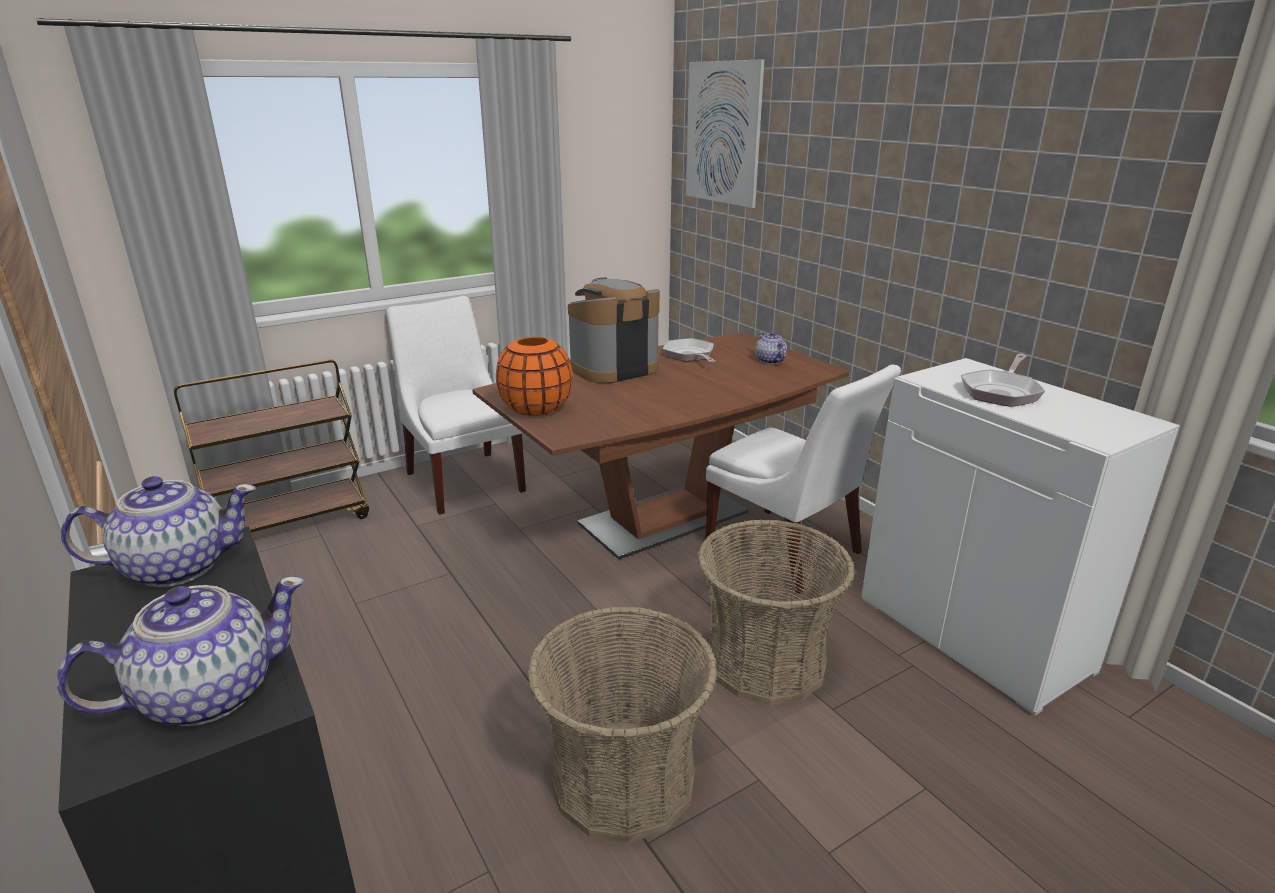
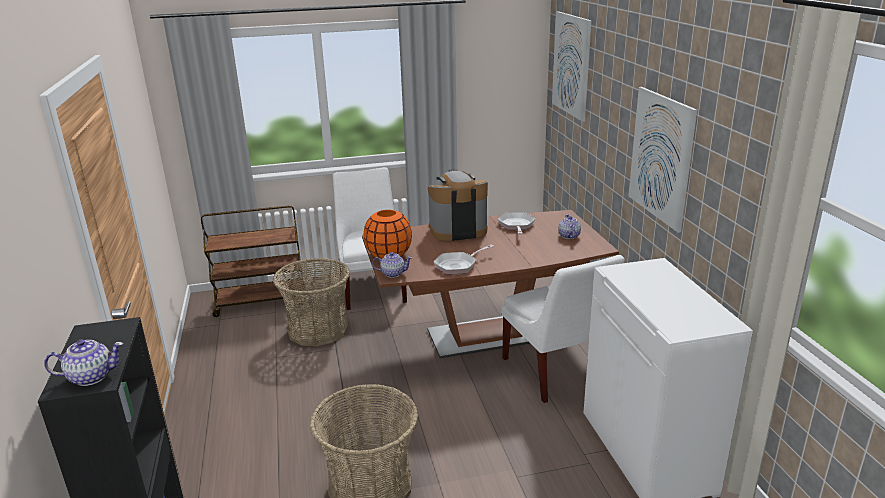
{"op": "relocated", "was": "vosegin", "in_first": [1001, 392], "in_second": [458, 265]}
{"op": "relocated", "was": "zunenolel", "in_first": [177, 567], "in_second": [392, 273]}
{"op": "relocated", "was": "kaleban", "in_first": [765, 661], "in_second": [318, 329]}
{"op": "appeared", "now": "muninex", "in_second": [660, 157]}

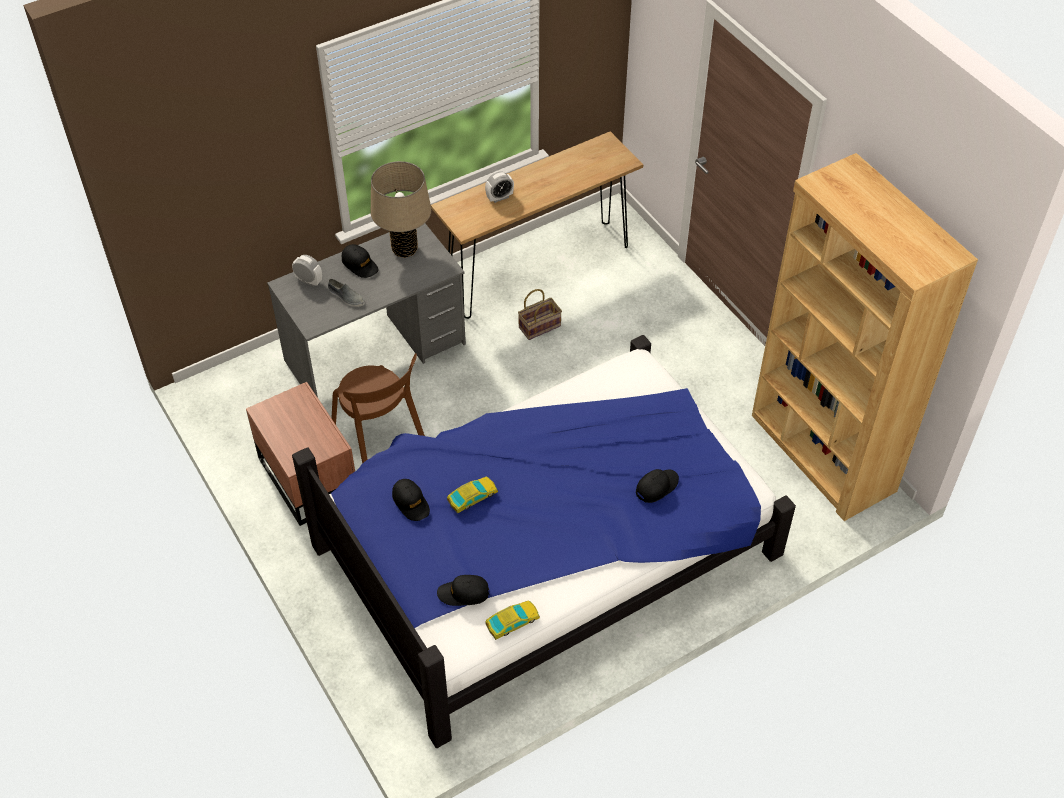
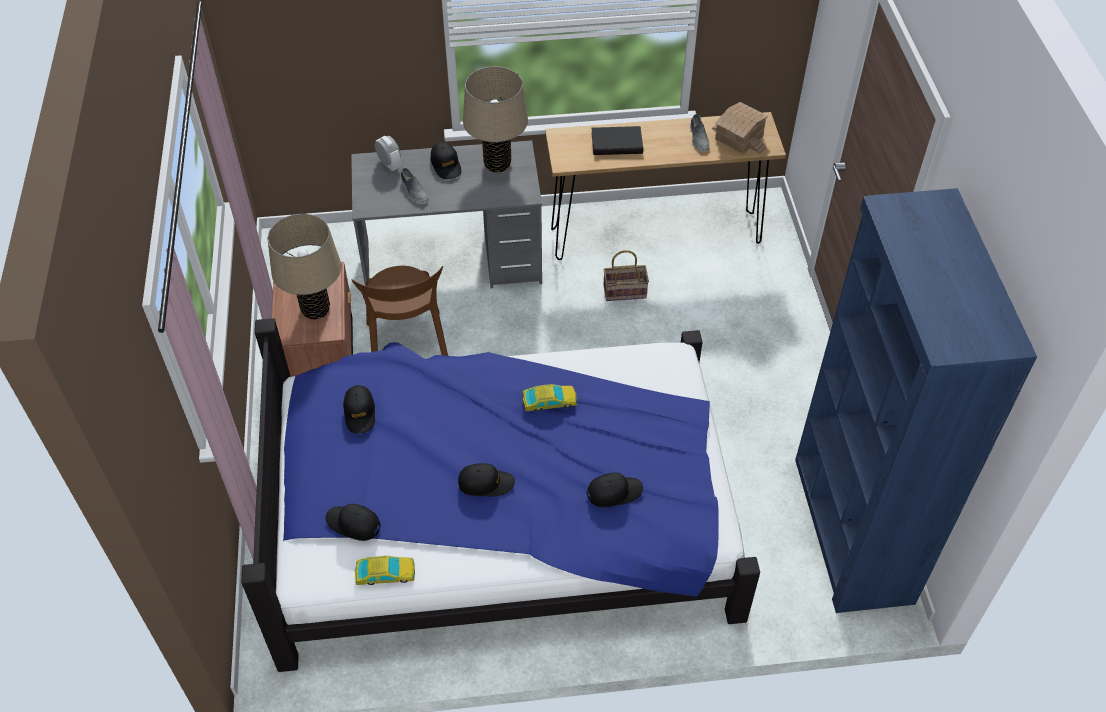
{"op": "colour", "was": "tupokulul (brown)", "now": "tupokulul (blue)", "in_first": [822, 454], "in_second": [851, 530]}
{"op": "exchanged", "was": "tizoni", "now": "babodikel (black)", "in_first": [499, 197], "in_second": [617, 142]}
{"op": "relocated", "was": "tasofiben", "in_first": [472, 497], "in_second": [549, 401]}
{"op": "appeared", "now": "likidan", "in_second": [738, 138]}
{"op": "appeared", "now": "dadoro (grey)", "in_second": [698, 138]}
{"op": "appeared", "now": "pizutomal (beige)", "in_second": [315, 309]}
{"op": "appeared", "now": "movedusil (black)", "in_second": [486, 483]}

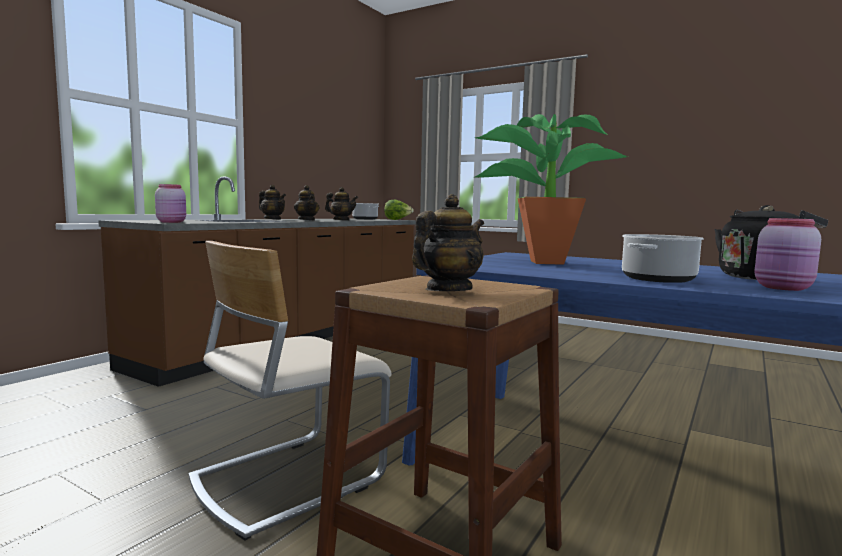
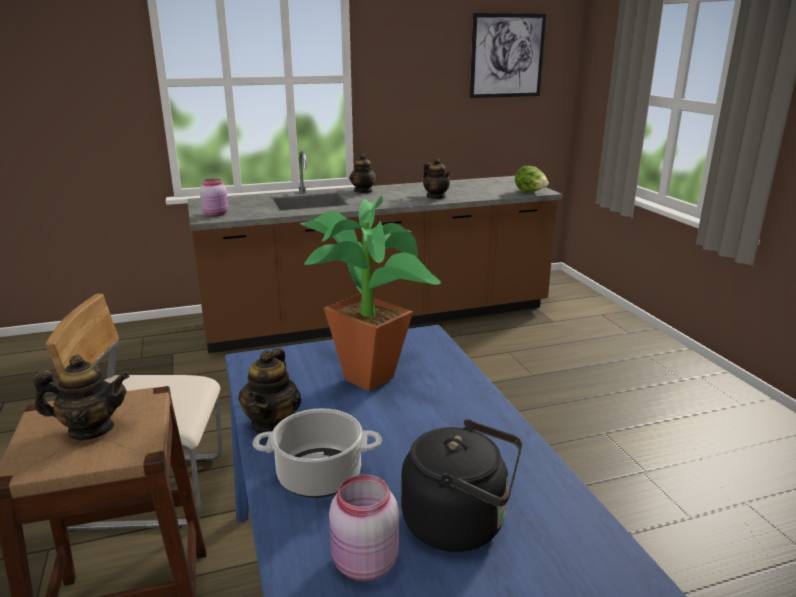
{"op": "relocated", "was": "zunenolel", "in_first": [307, 220], "in_second": [273, 424]}
{"op": "missing", "was": "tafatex", "in_first": [365, 219]}
{"op": "appeared", "now": "muninex", "in_second": [507, 56]}

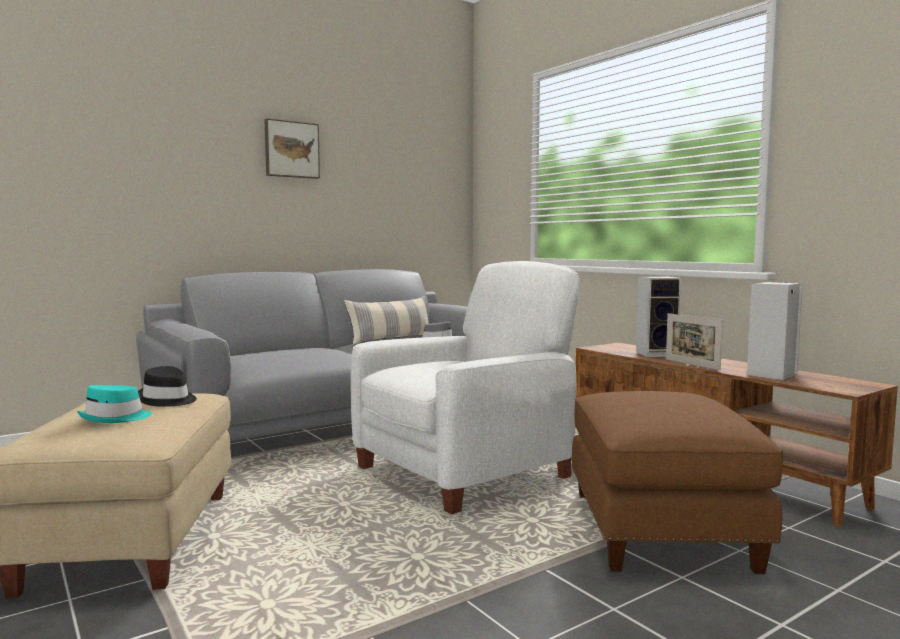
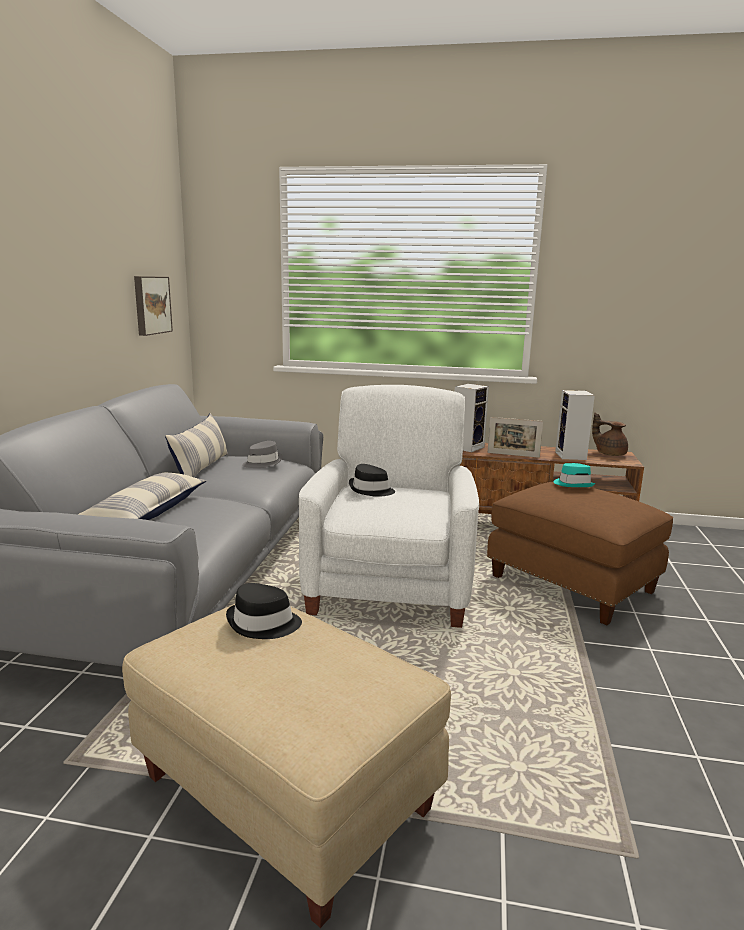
{"op": "relocated", "was": "muninex", "in_first": [291, 149], "in_second": [151, 305]}
{"op": "relocated", "was": "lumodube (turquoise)", "in_first": [116, 418], "in_second": [573, 484]}
{"op": "appeared", "now": "zunenolel (brown)", "in_second": [609, 453]}
{"op": "appeared", "now": "lumodube (black)", "in_second": [371, 490]}
{"op": "appeared", "now": "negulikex", "in_second": [147, 512]}

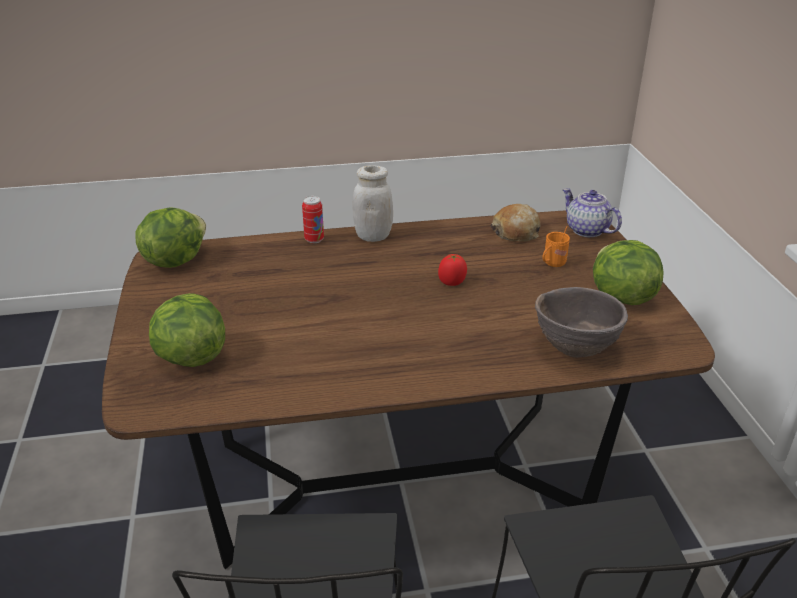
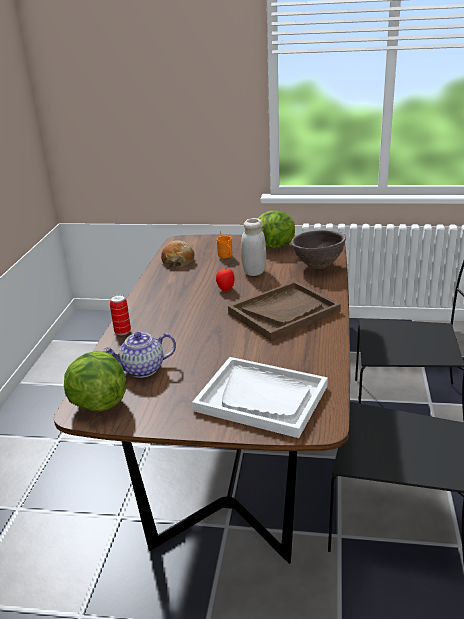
{"op": "relocated", "was": "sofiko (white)", "in_first": [373, 236], "in_second": [254, 272]}
{"op": "relocated", "was": "zunenolel", "in_first": [586, 230], "in_second": [142, 369]}
{"op": "exchanged", "was": "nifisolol", "now": "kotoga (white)", "in_first": [190, 357], "in_second": [262, 398]}
{"op": "appeared", "now": "kotoga (brown)", "in_second": [284, 312]}

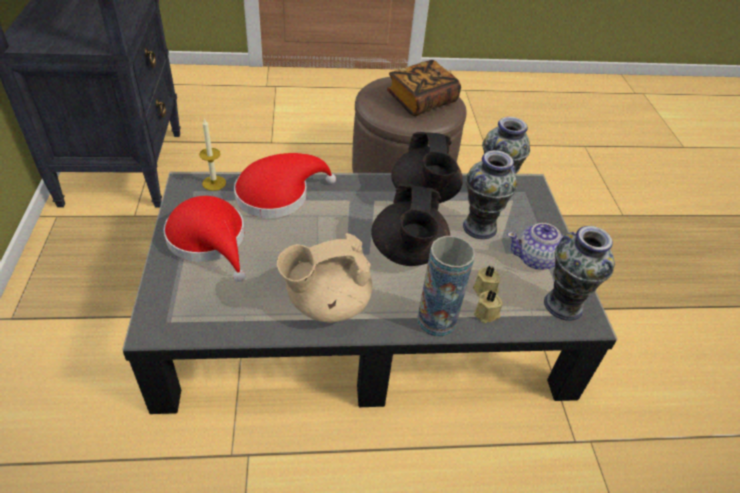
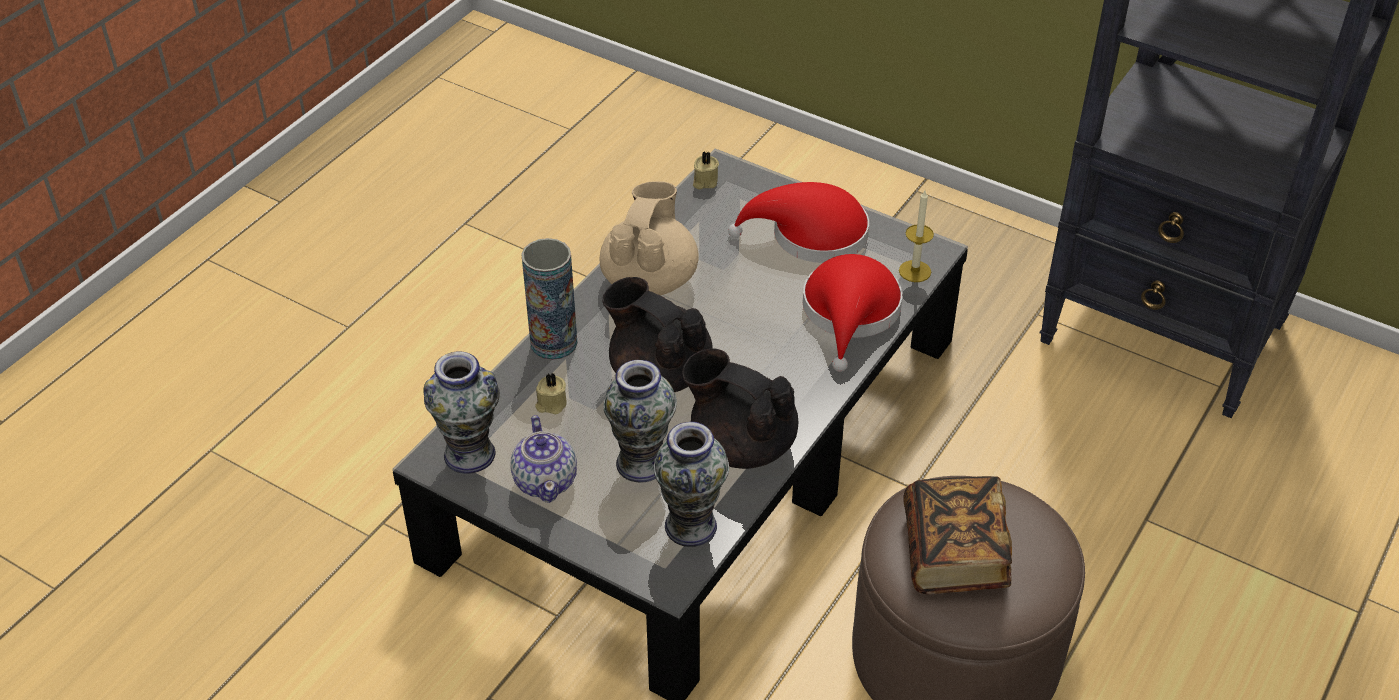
{"op": "spun", "was": "zunenolel", "in_first": [536, 259], "in_second": [546, 480], "clockwise": 135}
{"op": "relocated", "was": "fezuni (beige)", "in_first": [487, 314], "in_second": [704, 182]}

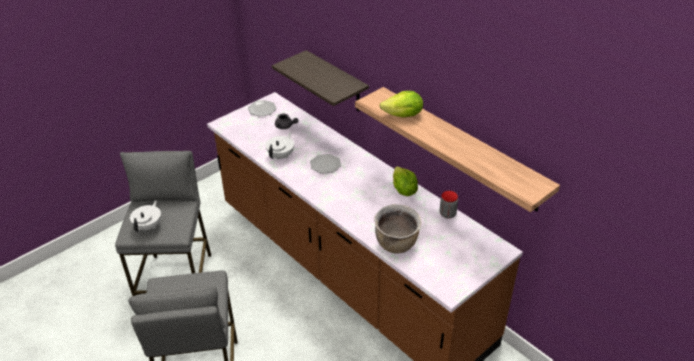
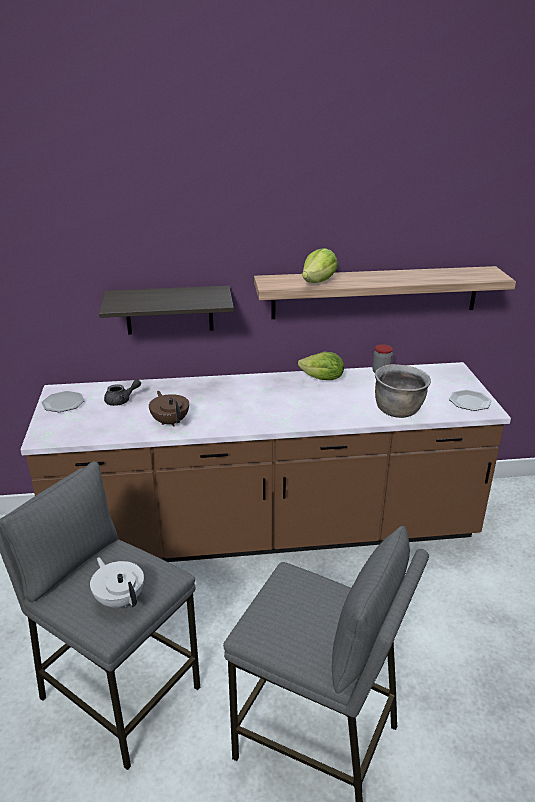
{"op": "colour", "was": "zunenolel (white)", "now": "zunenolel (brown)", "in_first": [281, 156], "in_second": [170, 421]}
{"op": "relocated", "was": "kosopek", "in_first": [325, 165], "in_second": [470, 402]}

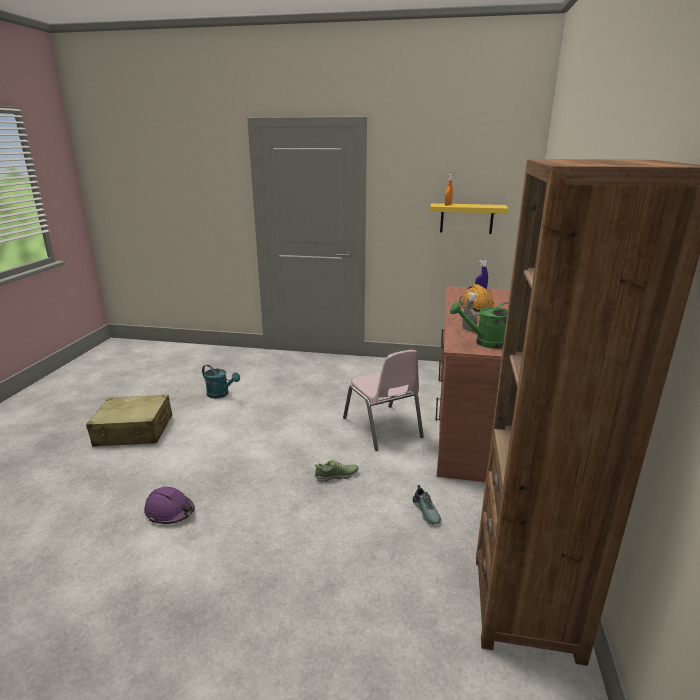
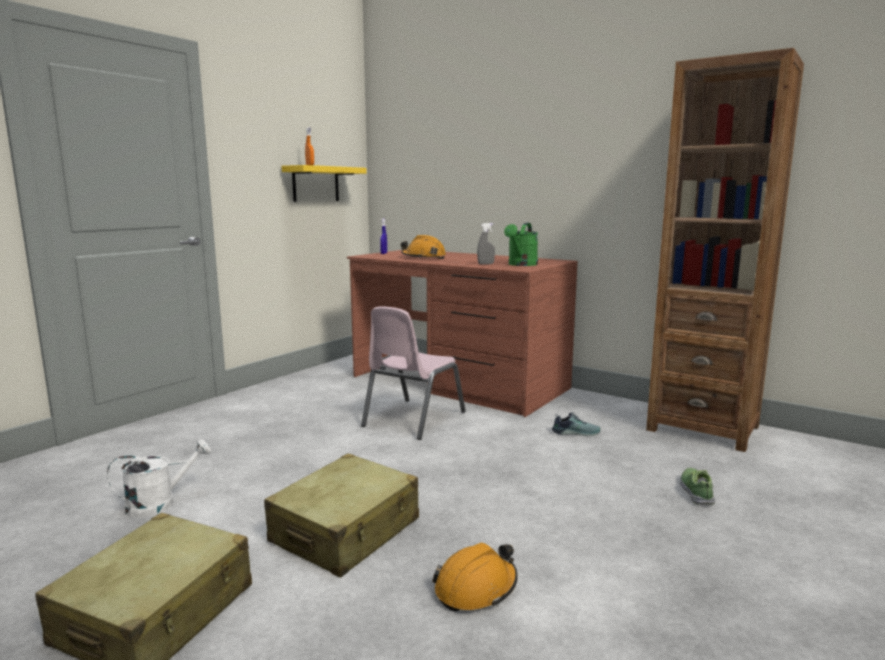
{"op": "spun", "was": "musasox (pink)", "in_first": [382, 427], "in_second": [413, 419], "clockwise": 120}
{"op": "colour", "was": "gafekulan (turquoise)", "now": "gafekulan (white)", "in_first": [221, 394], "in_second": [160, 503]}
{"op": "relocated", "was": "dadoro", "in_first": [336, 476], "in_second": [696, 492]}
{"op": "colour", "was": "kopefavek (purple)", "now": "kopefavek (orange)", "in_first": [170, 512], "in_second": [476, 588]}
{"op": "appeared", "now": "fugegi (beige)", "in_second": [346, 531]}

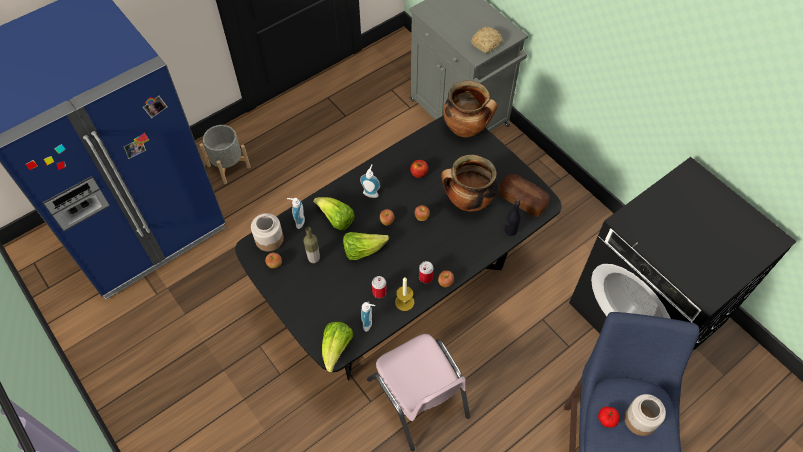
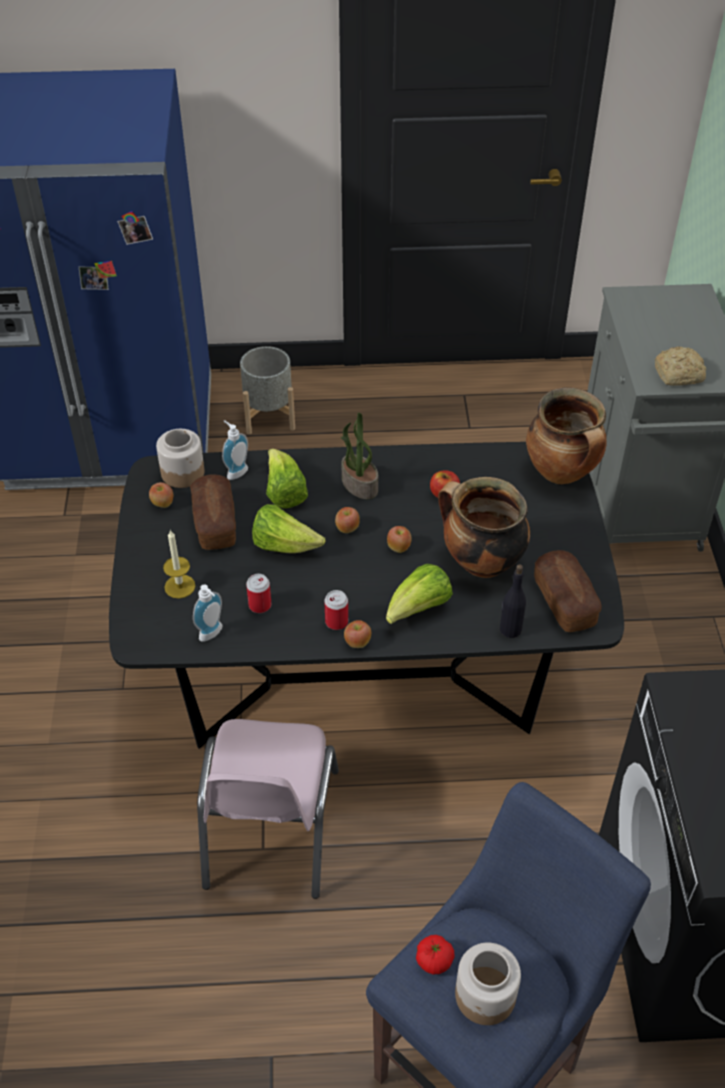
{"op": "exchanged", "was": "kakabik", "now": "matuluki", "in_first": [371, 192], "in_second": [358, 485]}
{"op": "exchanged", "was": "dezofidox", "now": "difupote", "in_first": [314, 259], "in_second": [215, 522]}
{"op": "relocated", "was": "fezuni", "in_first": [404, 302], "in_second": [180, 586]}
{"op": "relocated", "was": "nifisolol", "in_first": [336, 349], "in_second": [418, 609]}

